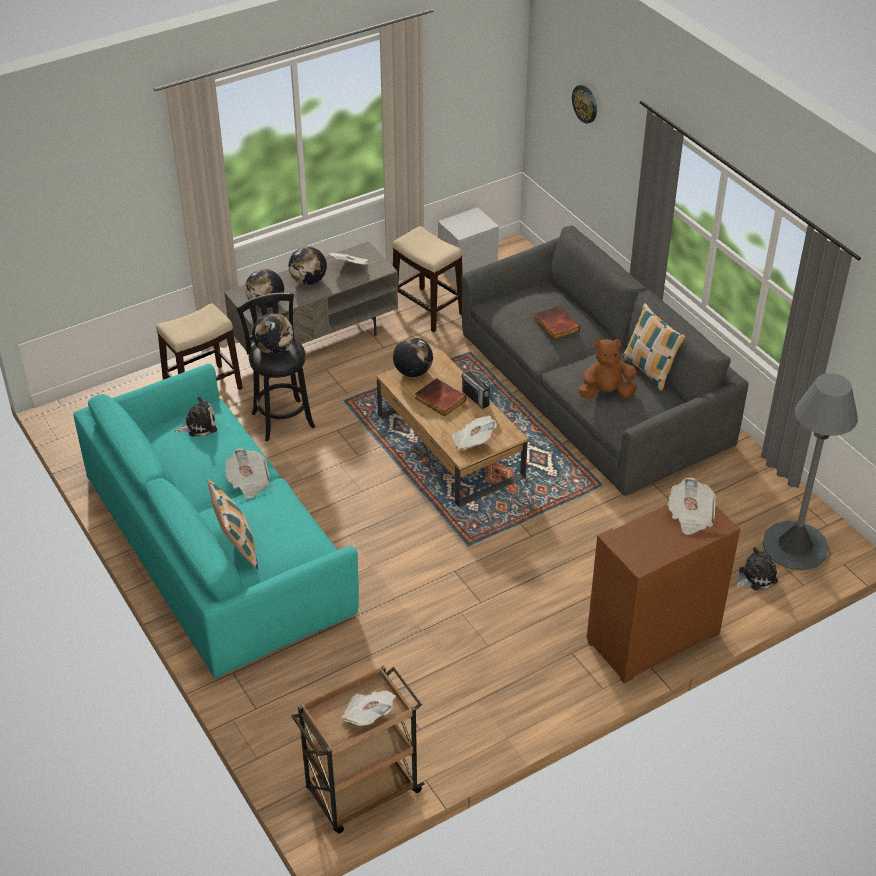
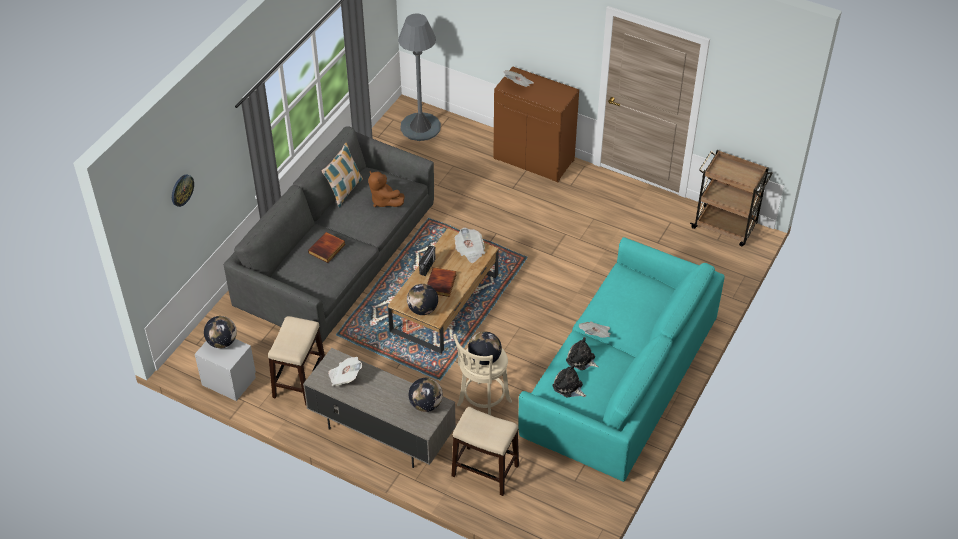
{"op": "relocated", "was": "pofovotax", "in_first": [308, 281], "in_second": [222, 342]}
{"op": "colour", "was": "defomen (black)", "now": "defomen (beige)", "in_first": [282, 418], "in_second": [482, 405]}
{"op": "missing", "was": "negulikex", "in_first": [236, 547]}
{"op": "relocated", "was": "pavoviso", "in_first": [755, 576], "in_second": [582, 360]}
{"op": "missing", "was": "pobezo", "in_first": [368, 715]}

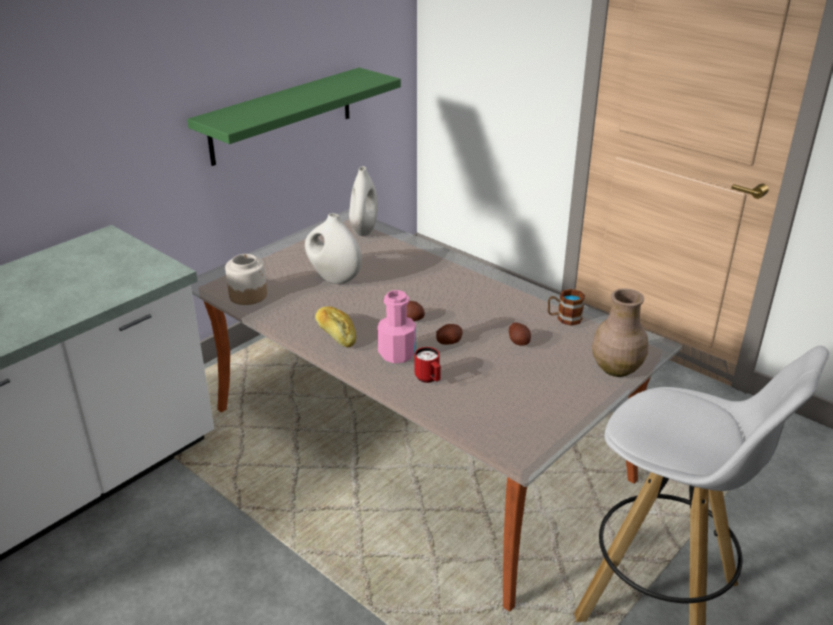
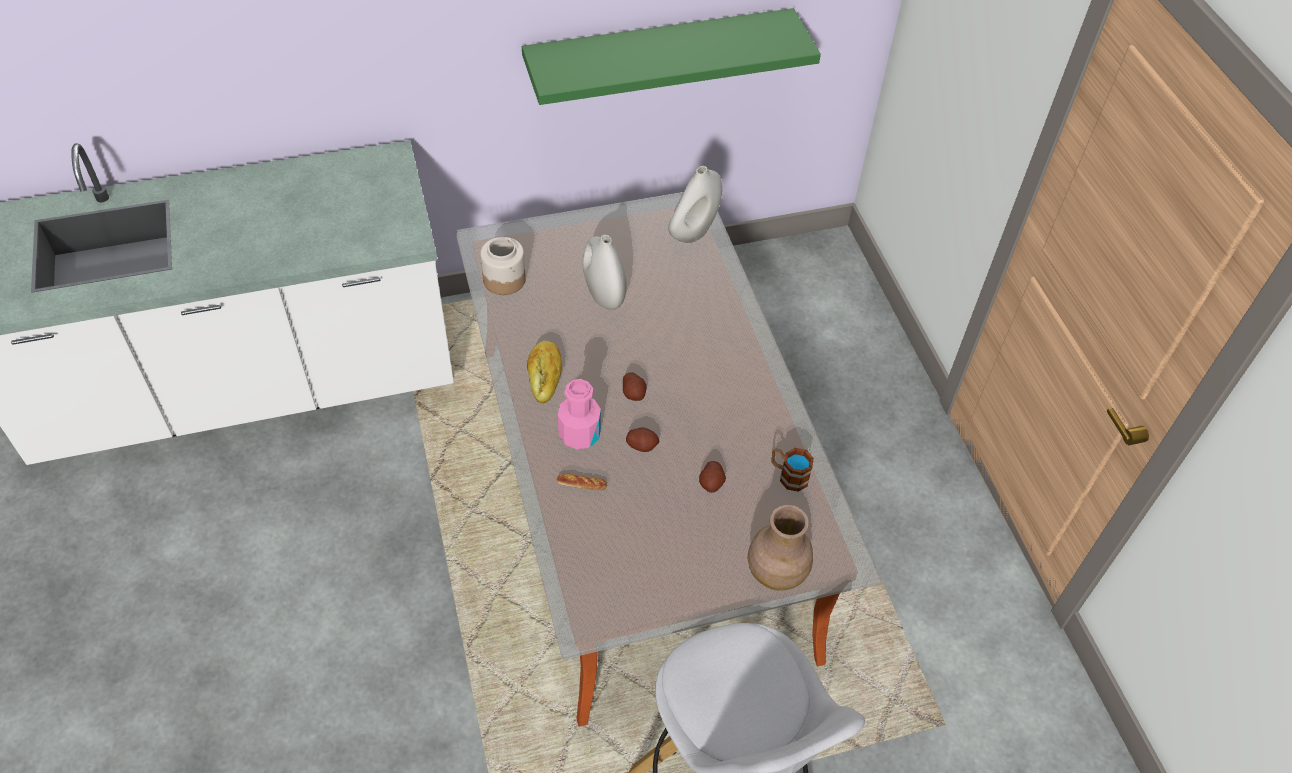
{"op": "exchanged", "was": "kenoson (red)", "now": "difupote", "in_first": [429, 379], "in_second": [581, 484]}

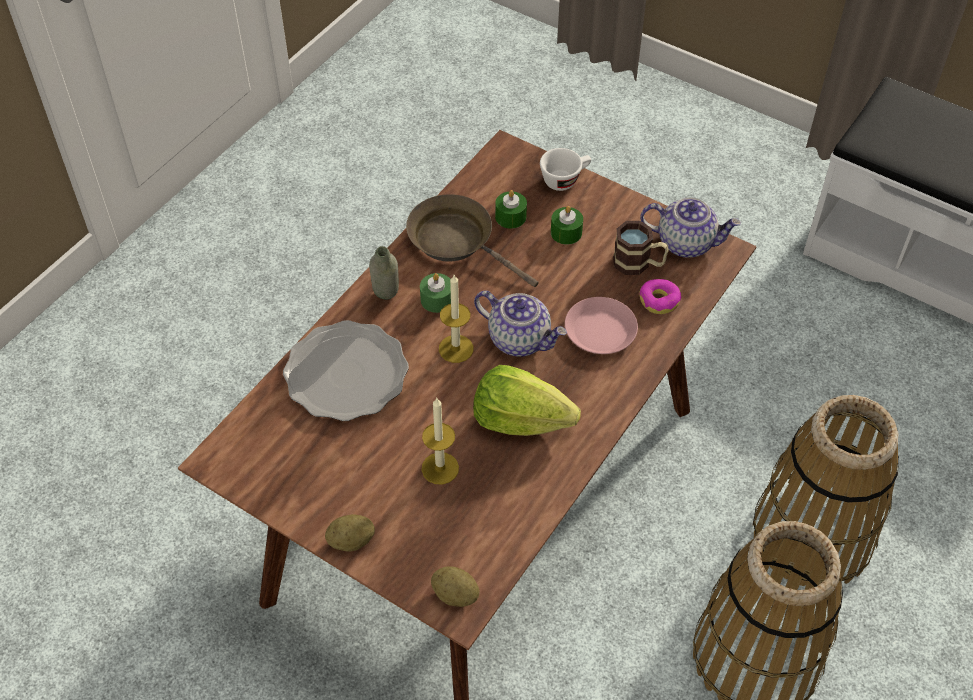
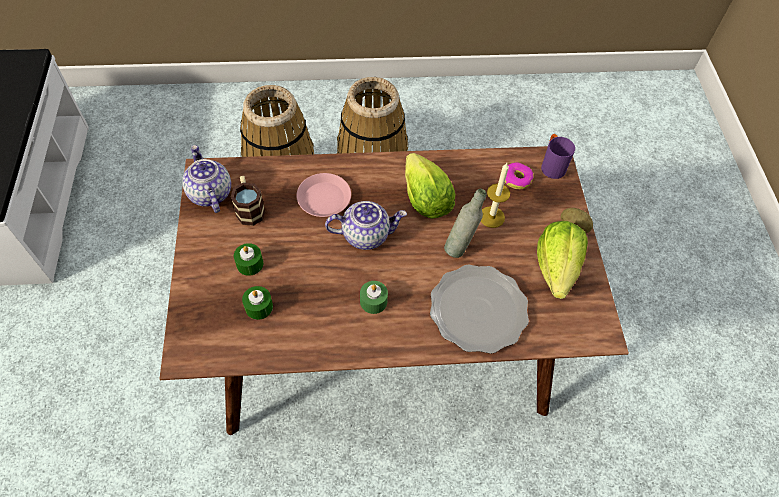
{"op": "missing", "was": "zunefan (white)", "in_first": [565, 179]}
{"op": "missing", "was": "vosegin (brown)", "in_first": [457, 241]}
{"op": "relocated", "was": "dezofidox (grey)", "in_first": [387, 302], "in_second": [460, 246]}
{"op": "missing", "was": "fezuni", "in_first": [456, 348]}
{"op": "relocated", "was": "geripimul", "in_first": [659, 301], "in_second": [516, 179]}
{"op": "spun", "was": "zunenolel", "in_first": [520, 339], "in_second": [366, 234], "clockwise": 90}
{"op": "exchanged", "was": "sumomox", "now": "kenoson (purple)", "in_first": [455, 595], "in_second": [551, 165]}
{"op": "appeared", "now": "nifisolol", "in_second": [556, 268]}

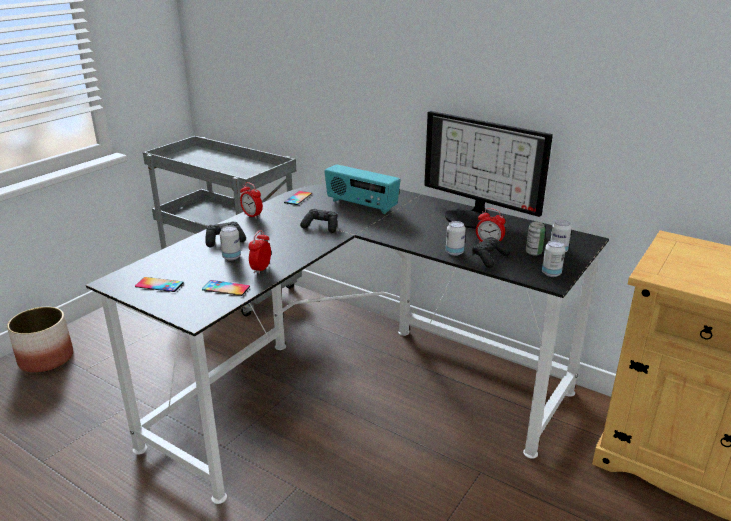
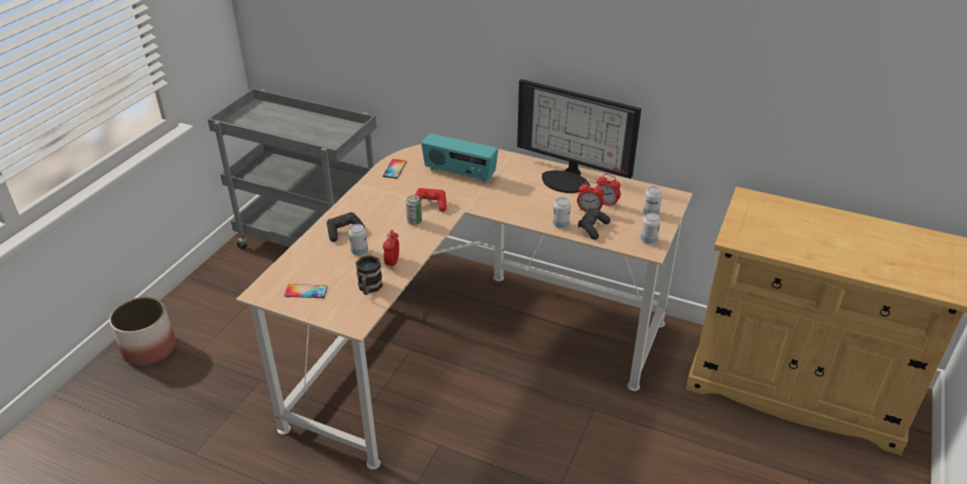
{"op": "relocated", "was": "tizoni", "in_first": [252, 215], "in_second": [606, 203]}
{"op": "colour", "was": "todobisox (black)", "now": "todobisox (beige)", "in_first": [356, 388], "in_second": [468, 342]}
{"op": "colour", "was": "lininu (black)", "now": "lininu (red)", "in_first": [321, 227], "in_second": [430, 205]}
{"op": "relocated", "was": "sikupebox", "in_first": [533, 252], "in_second": [414, 221]}
{"op": "exchanged", "was": "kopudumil", "now": "kenoson", "in_first": [226, 288], "in_second": [369, 288]}

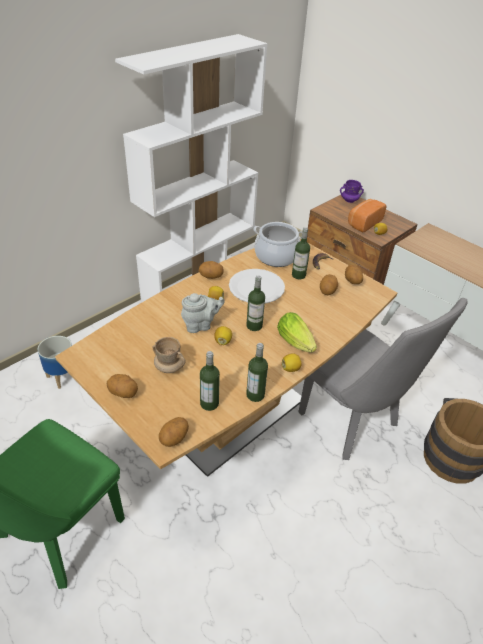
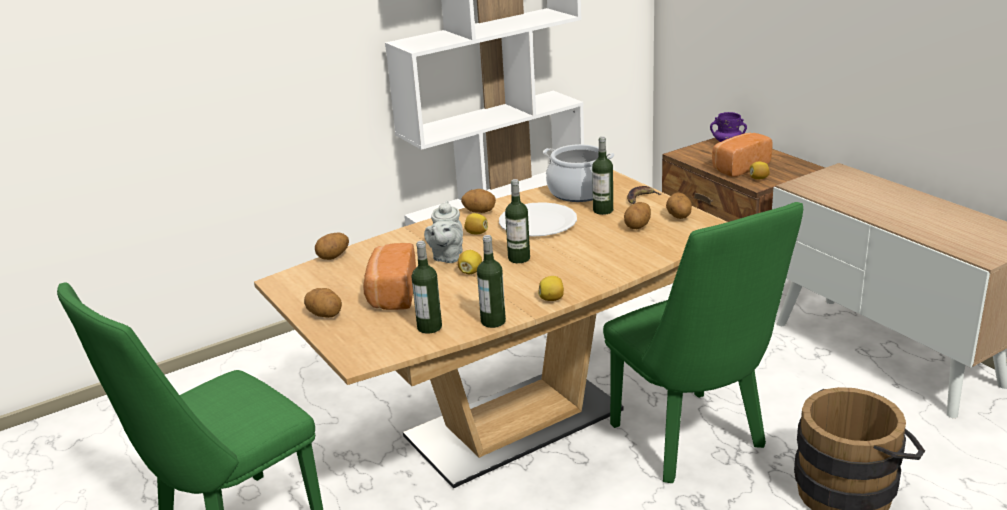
{"op": "spun", "was": "zunenolel (grey)", "in_first": [200, 325], "in_second": [447, 257], "clockwise": 105}
{"op": "colour", "was": "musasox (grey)", "now": "musasox (green)", "in_first": [354, 424], "in_second": [694, 442]}
{"op": "missing", "was": "nifisolol", "in_first": [296, 343]}
{"op": "missing", "was": "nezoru", "in_first": [62, 377]}
{"op": "exchanged", "was": "kenoson (beige)", "now": "difupote", "in_first": [169, 367], "in_second": [391, 294]}
{"op": "relocated", "was": "sumomox", "in_first": [174, 439], "in_second": [333, 257]}

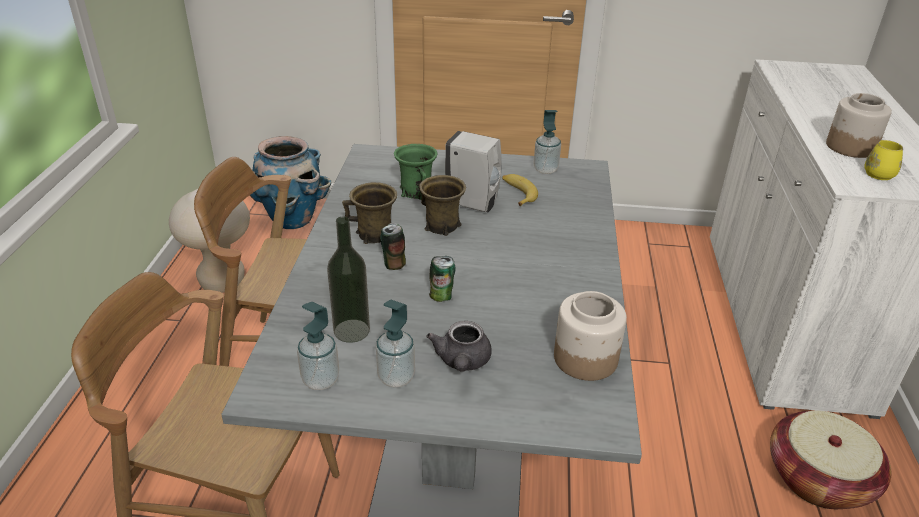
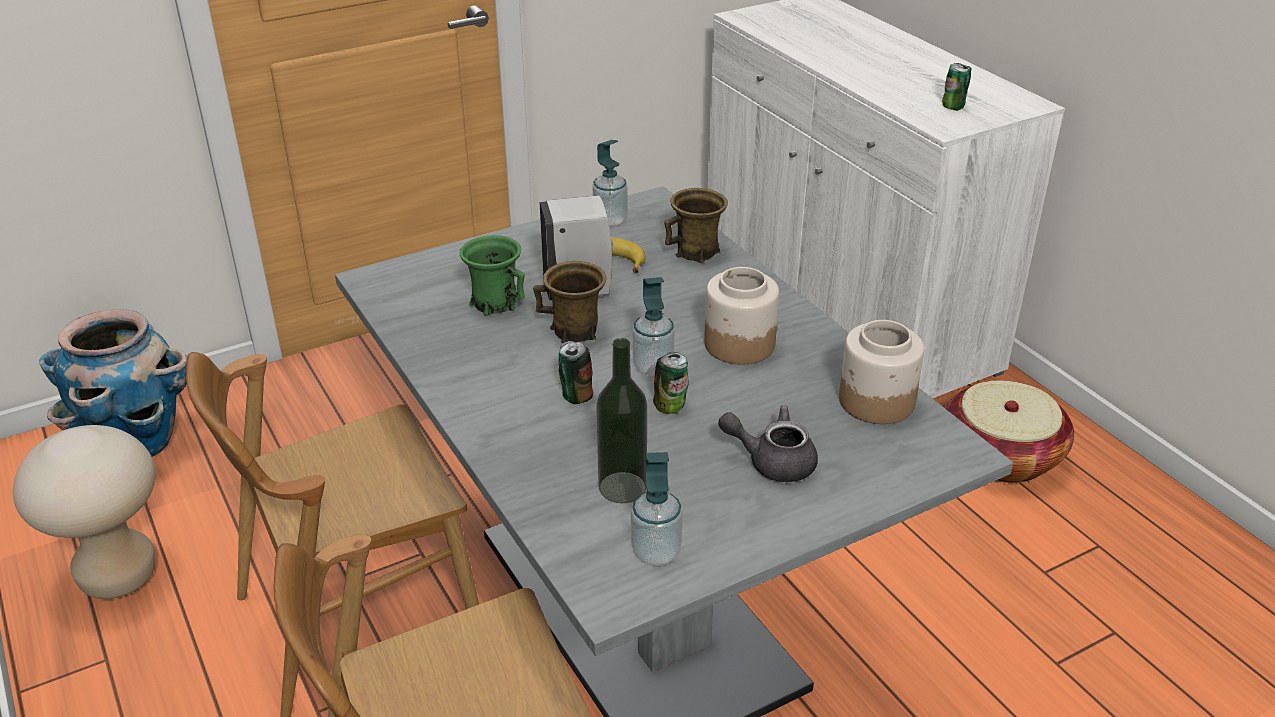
{"op": "relocated", "was": "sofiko", "in_first": [850, 147], "in_second": [738, 344]}
{"op": "exchanged", "was": "kenoson (yellow)", "now": "sikupebox", "in_first": [877, 172], "in_second": [953, 107]}
{"op": "relocated", "was": "kenoson (brown)", "in_first": [374, 235], "in_second": [697, 252]}
{"op": "relocated", "was": "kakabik", "in_first": [396, 377], "in_second": [653, 367]}
{"op": "spun", "was": "zunenolel (grey)", "in_first": [462, 362], "in_second": [772, 461], "clockwise": 135}

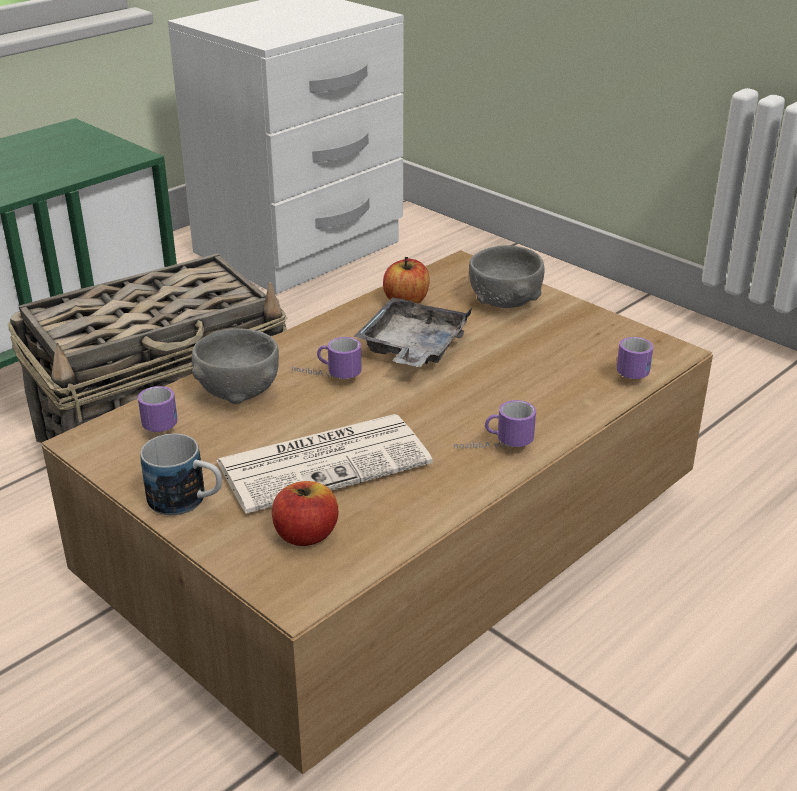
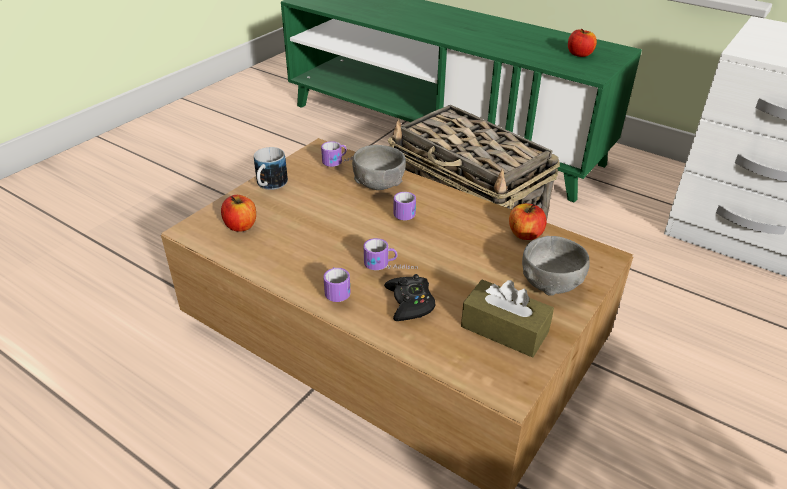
{"op": "missing", "was": "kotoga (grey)", "in_first": [412, 348]}
{"op": "relocated", "was": "kenoson", "in_first": [632, 369], "in_second": [390, 269]}
{"op": "missing", "was": "pobezo", "in_first": [325, 462]}
{"op": "appeared", "now": "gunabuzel", "in_second": [579, 54]}
{"op": "appeared", "now": "lininu (black)", "in_second": [410, 303]}
{"op": "appeared", "now": "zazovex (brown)", "in_second": [504, 329]}

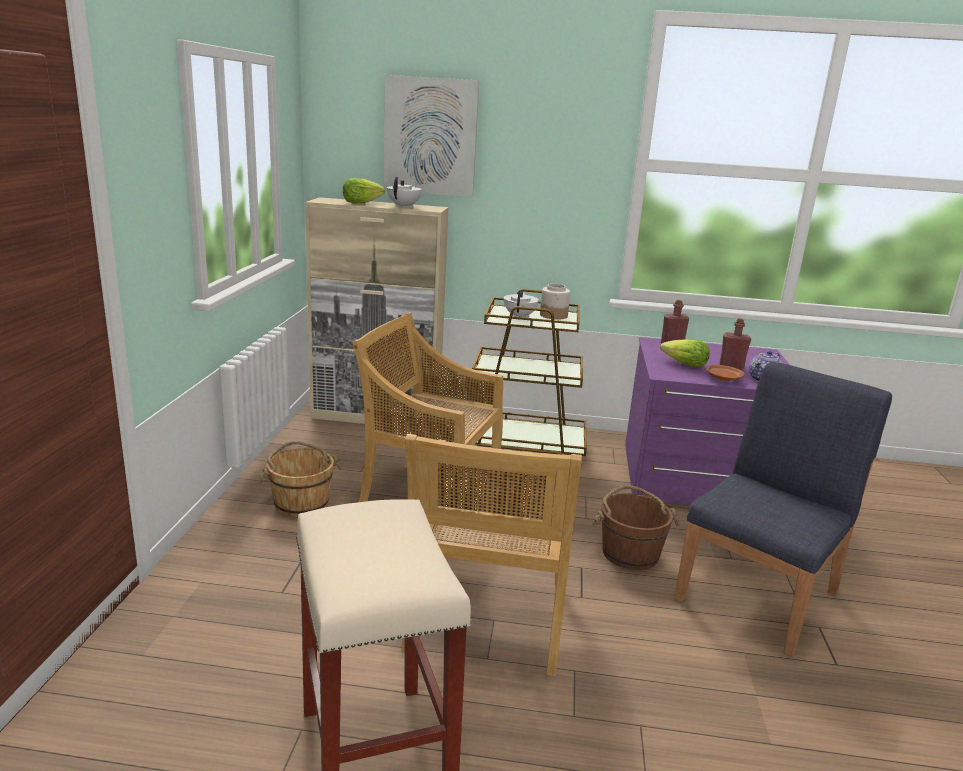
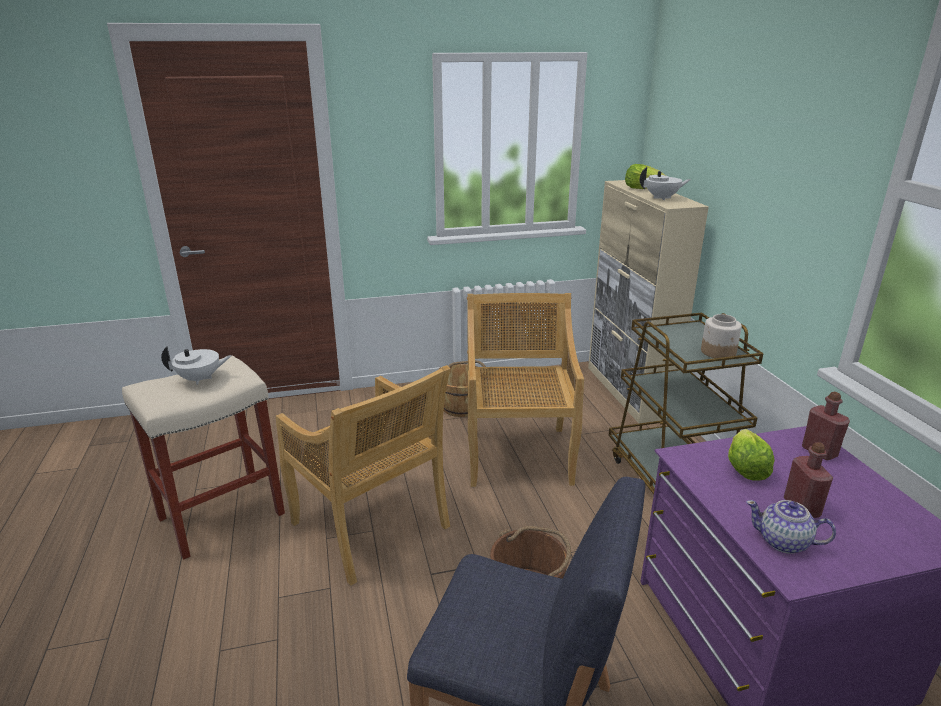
{"op": "missing", "was": "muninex", "in_first": [430, 137]}
{"op": "relocated", "was": "zunenolel (white)", "in_first": [520, 316], "in_second": [200, 379]}
{"op": "missing", "was": "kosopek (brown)", "in_first": [723, 378]}
{"op": "spun", "was": "musasox (beige)", "in_first": [487, 619], "in_second": [371, 527], "clockwise": -120}

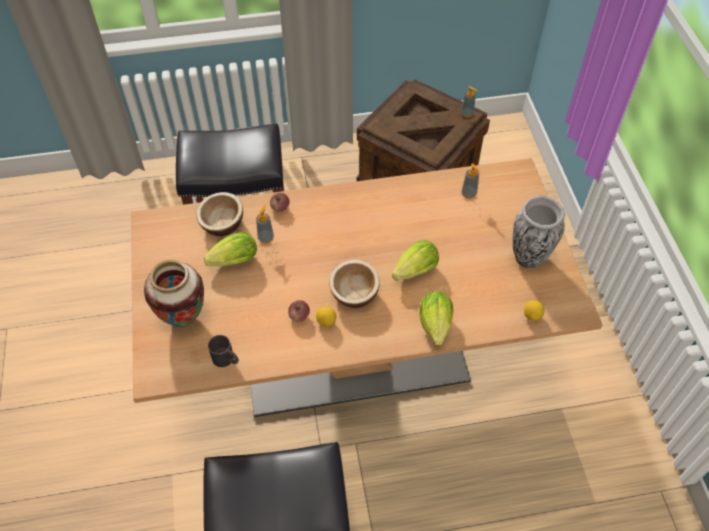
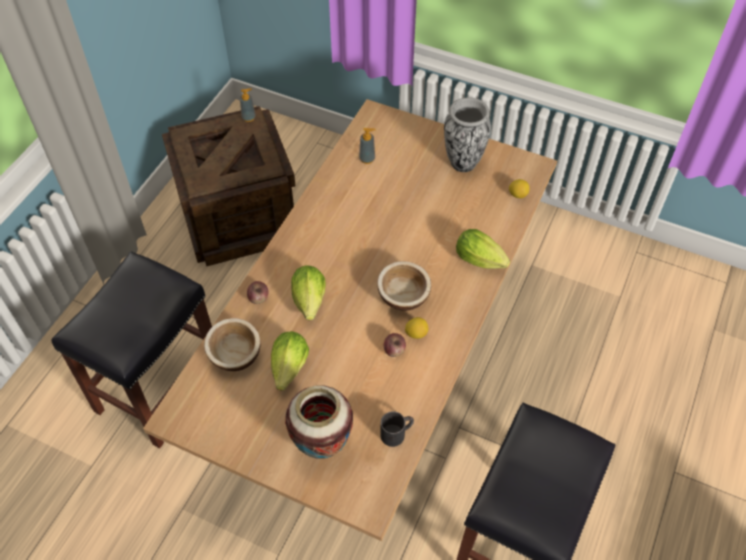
{"op": "missing", "was": "kakabik", "in_first": [266, 238]}
{"op": "relocated", "was": "nifisolol", "in_first": [413, 272], "in_second": [309, 303]}

